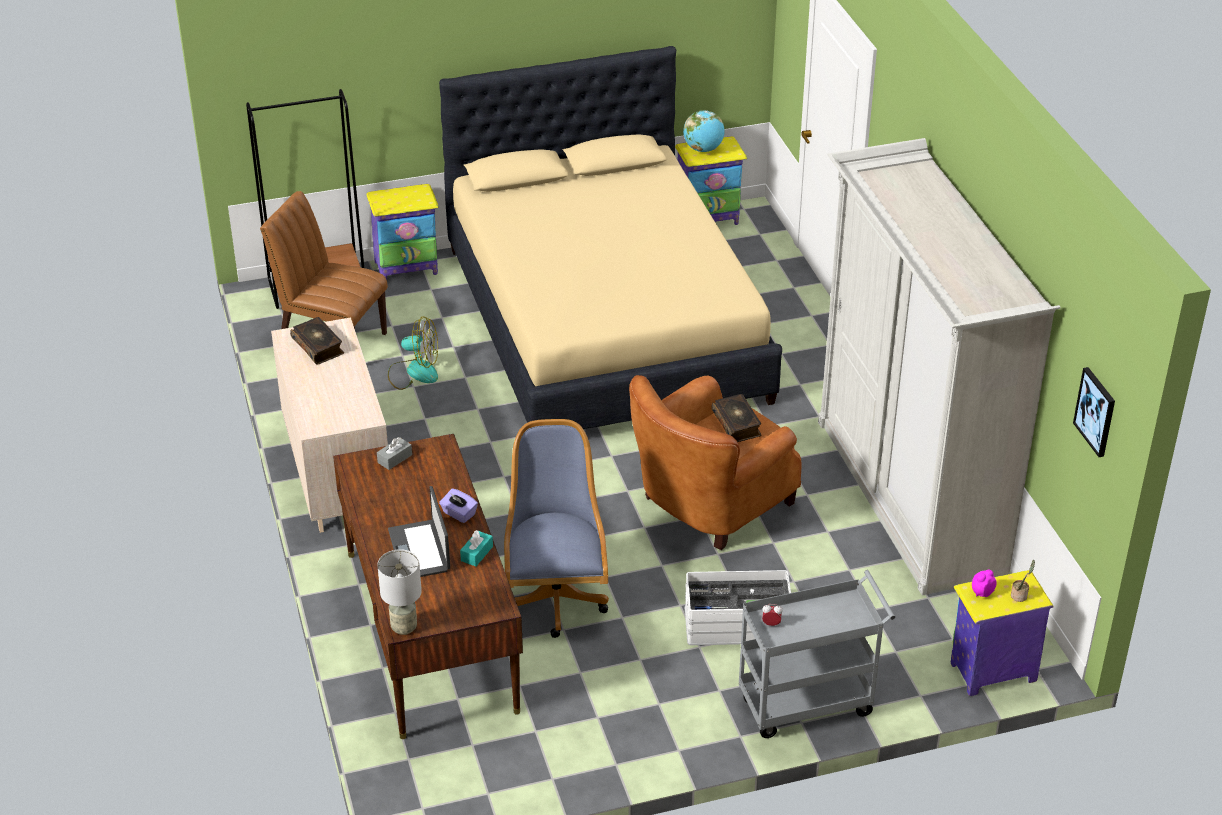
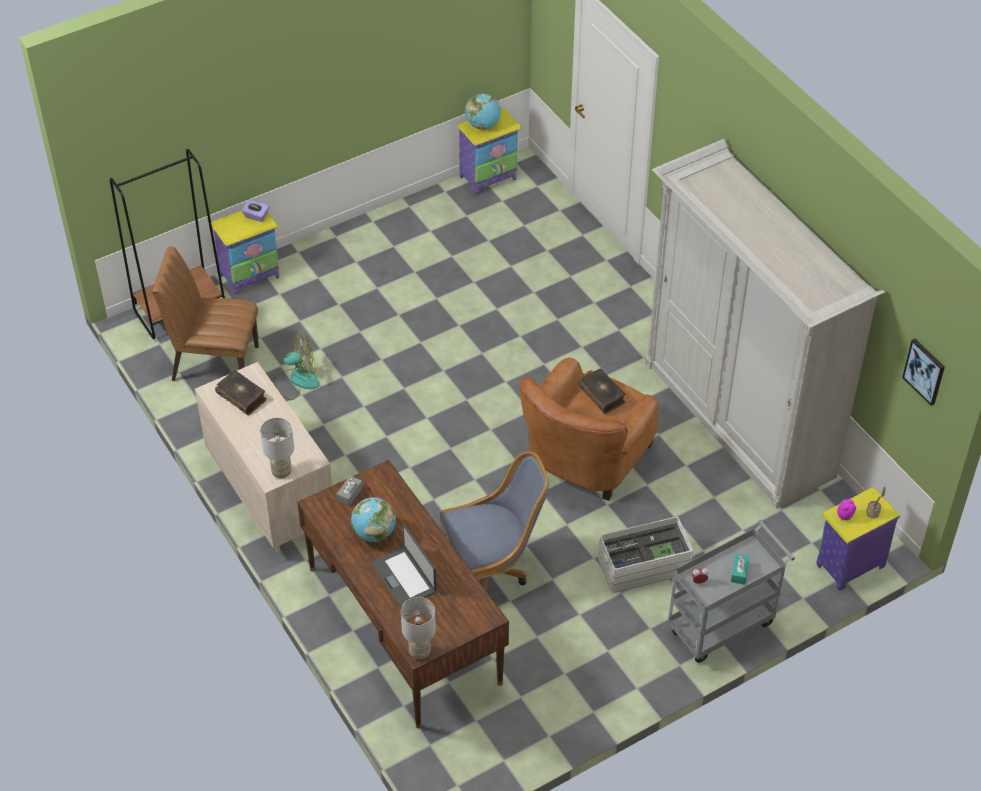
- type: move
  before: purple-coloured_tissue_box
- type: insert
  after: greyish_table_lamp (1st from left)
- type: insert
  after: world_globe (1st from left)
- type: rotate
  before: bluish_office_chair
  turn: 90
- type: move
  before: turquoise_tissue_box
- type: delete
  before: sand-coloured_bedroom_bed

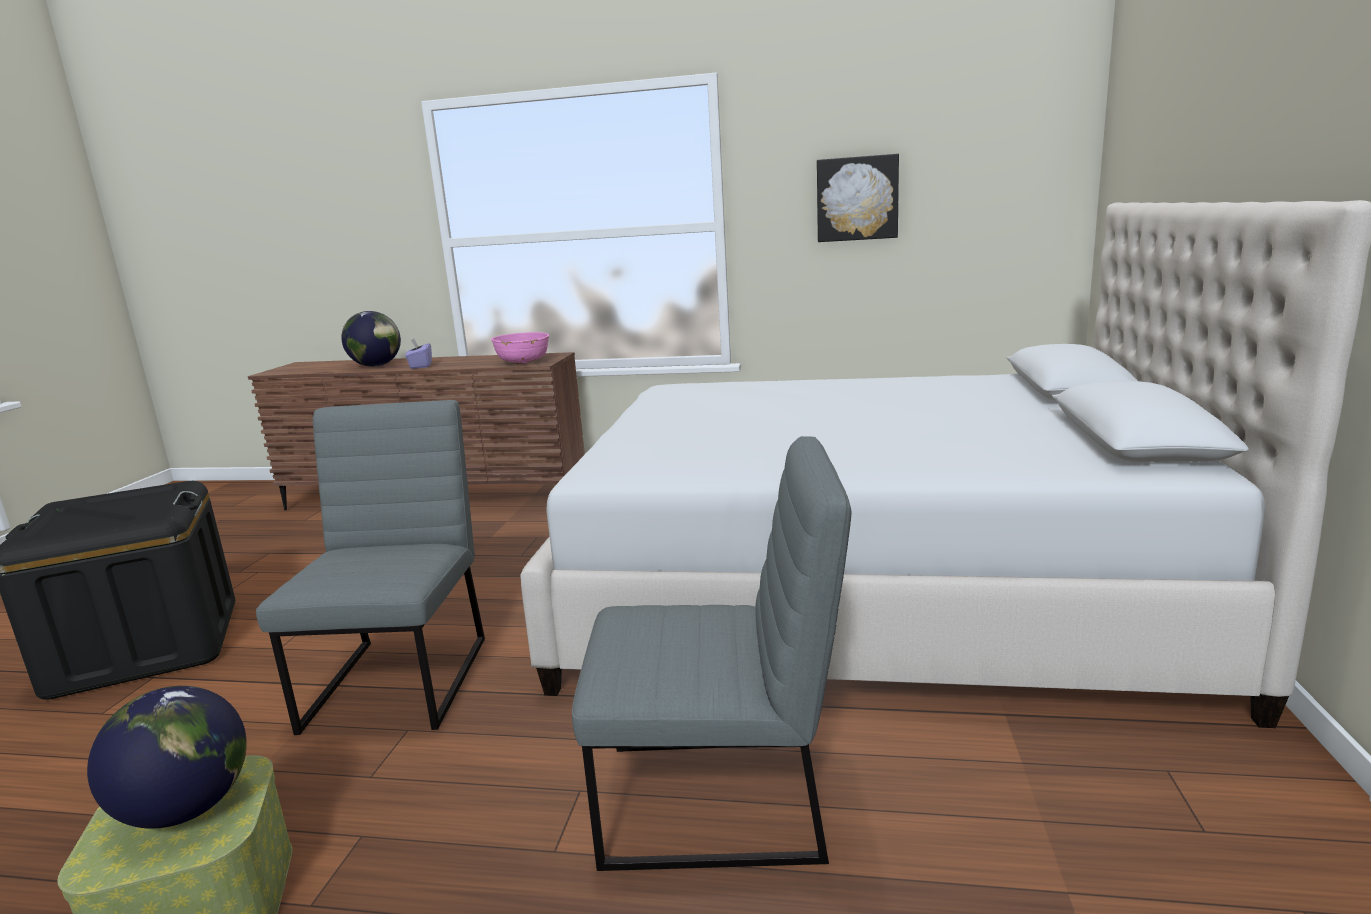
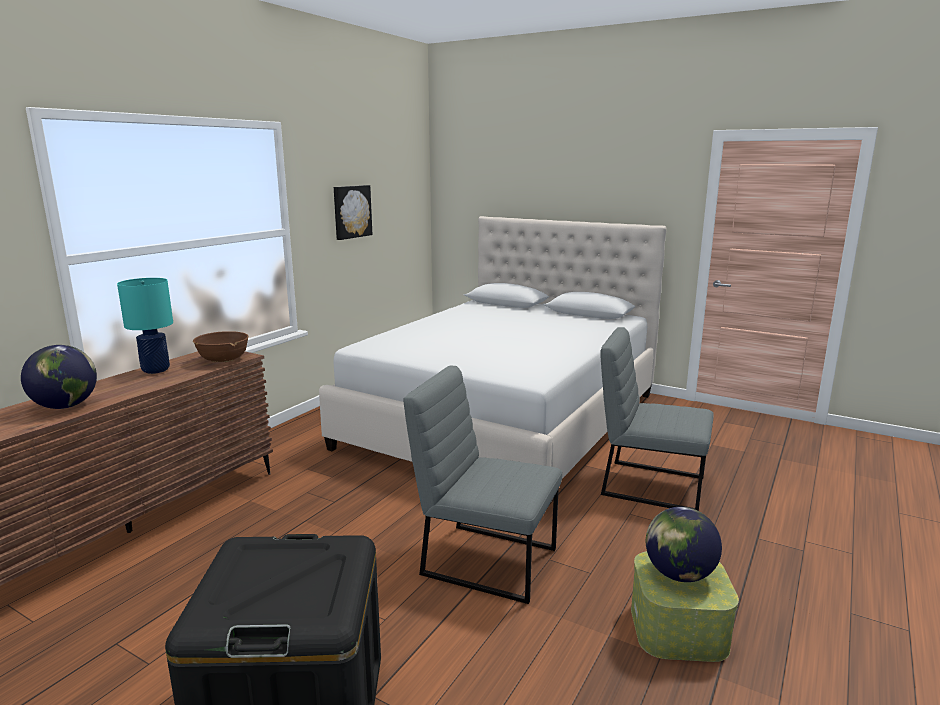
- type: insert
  after: turquoise_table_lamp
- type: recolor
  before: pink_bowl
  after: brownish_bowl
- type: rotate
  before: greyish_chair (2nd from left)
  turn: -90
- type: delete
  before: purple-coloured_tissue_box

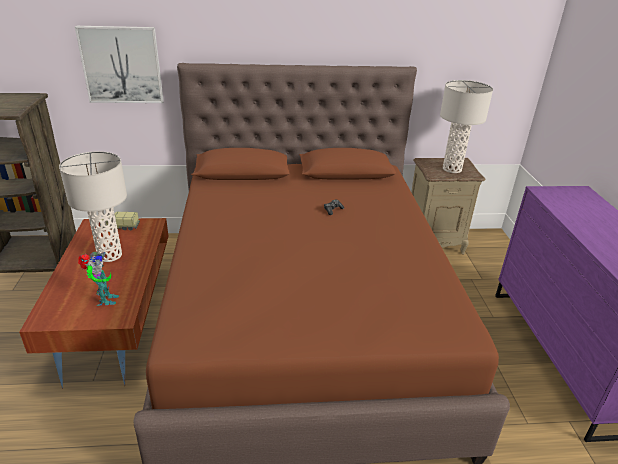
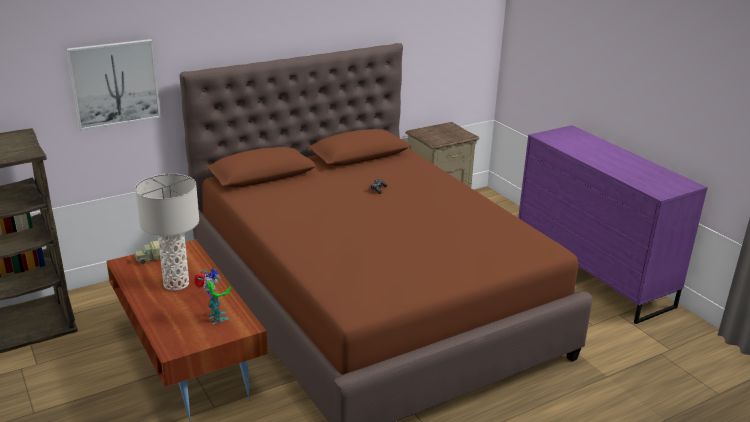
- type: delete
  before: white_table_lamp (2nd from left)

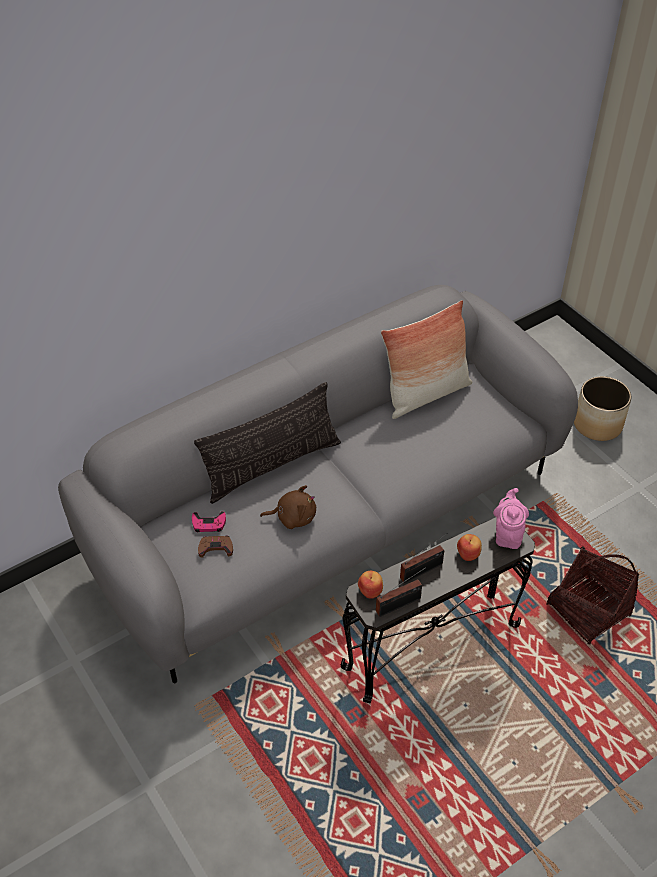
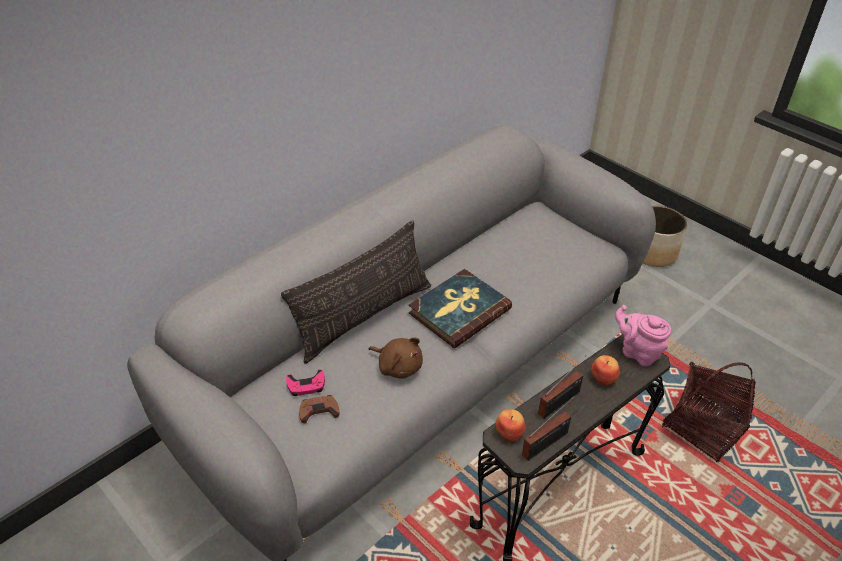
- type: rotate
  before: brownish_cuddly_toy
  turn: 45
- type: insert
  after: bound_book
- type: rotate
  before: pink_pot_for_tea
  turn: -45
- type: delete
  before: throw_pillow (2nd from left)

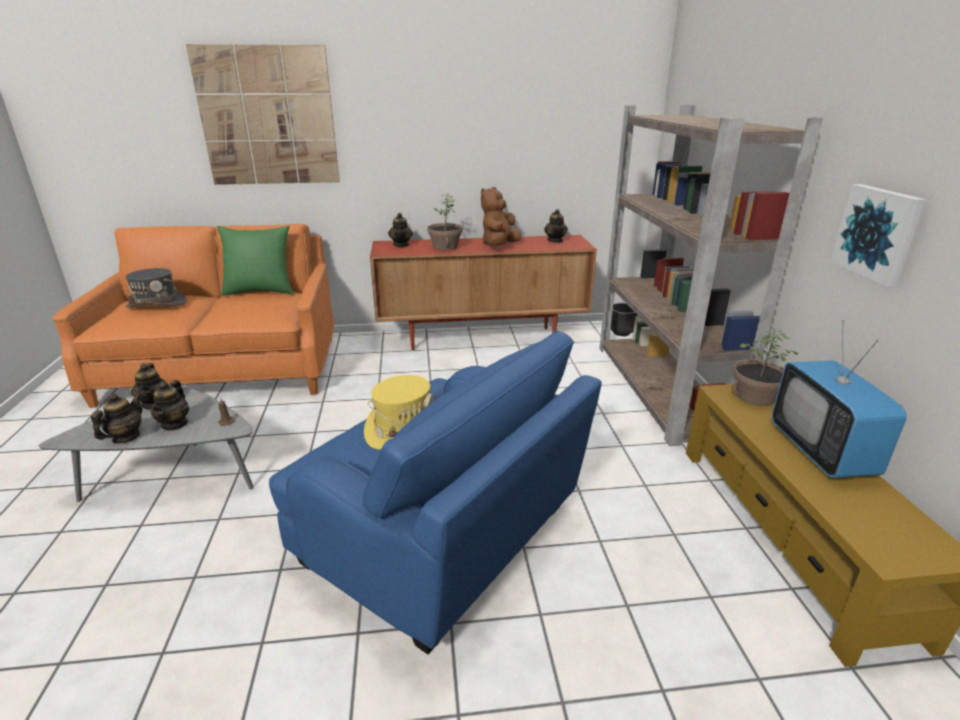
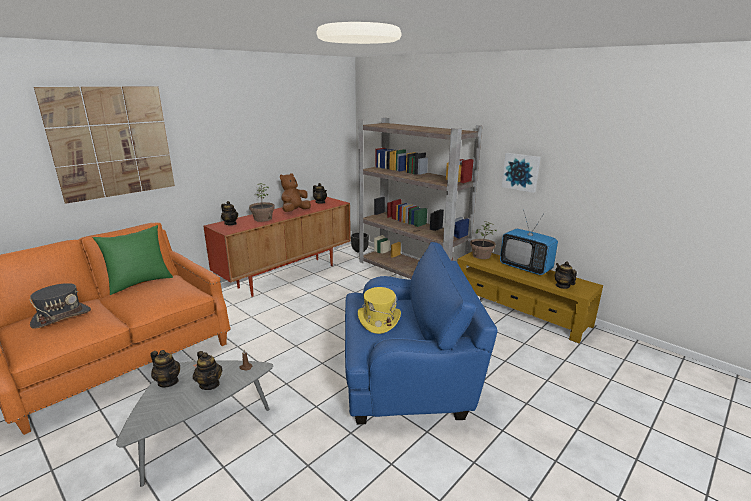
- type: rotate
  before: brownish_cuddly_toy
  turn: 45
- type: move
  before: pot_for_tea (1st from left in the first image)
  after: pot_for_tea (5th from left)

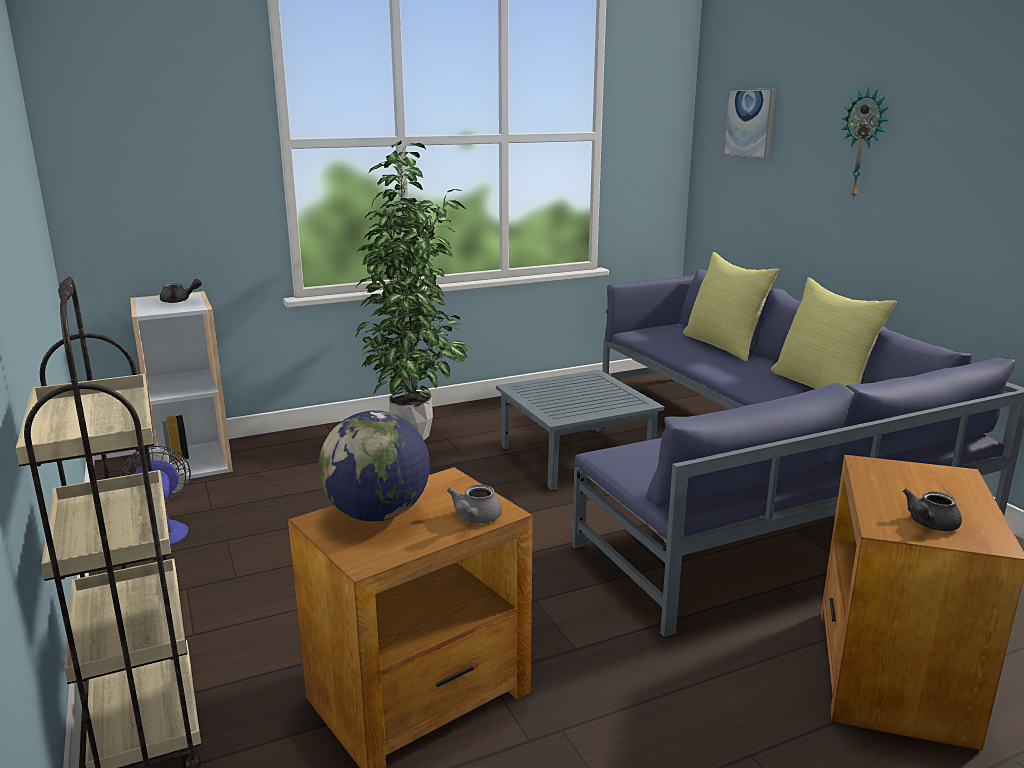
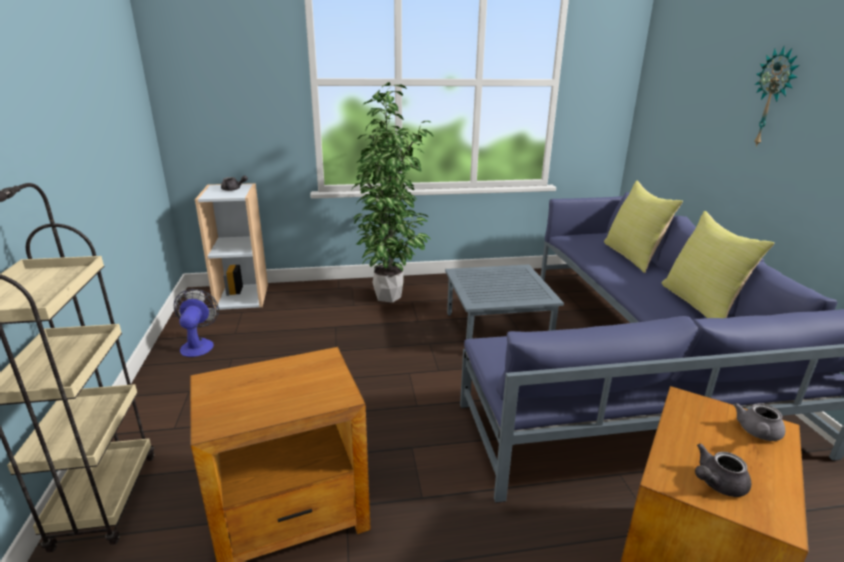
- type: move
  before: greyish_pot_for_tea (2nd from left in the first image)
  after: greyish_pot_for_tea (3rd from left)
- type: delete
  before: world_globe
- type: delete
  before: wall_art

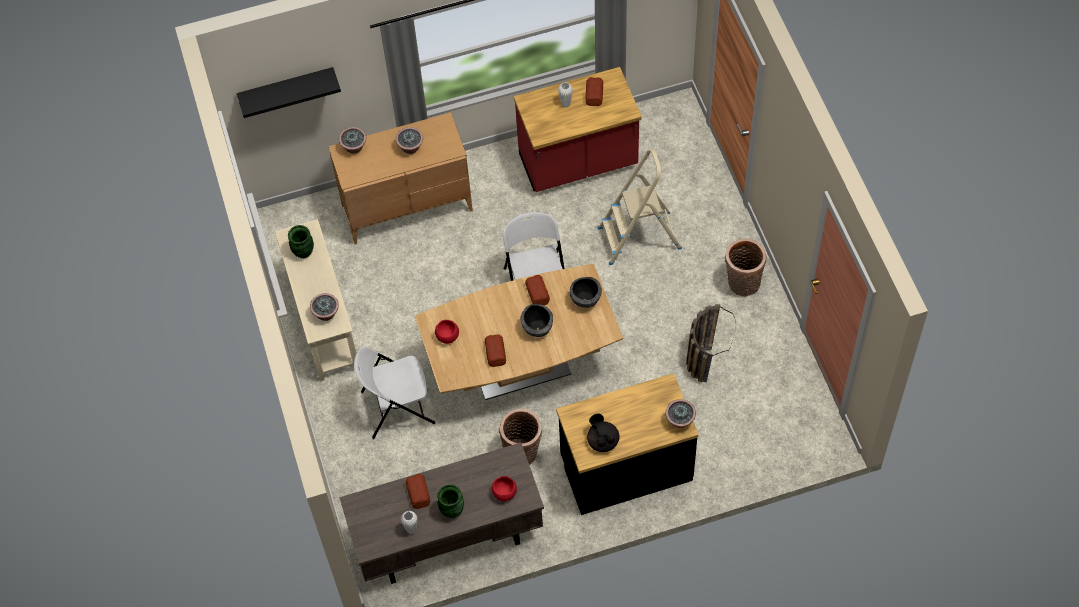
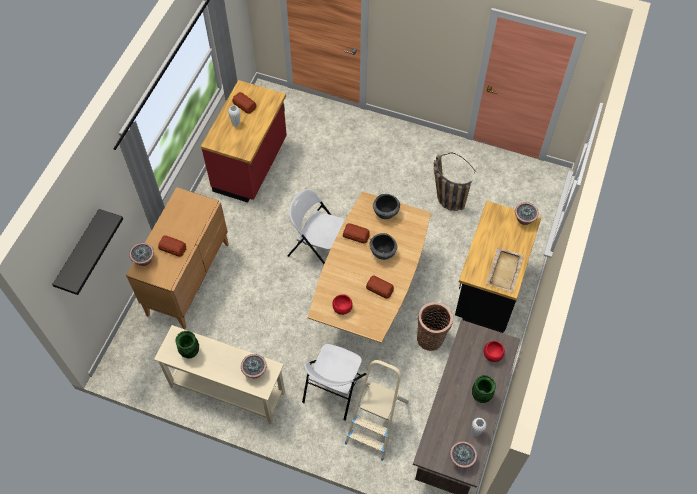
- type: move
  before: bakery_bread (1st from left)
- type: move
  before: sand-coloured_step_ladder
- type: move
  before: potted_plant (3rd from left)
- type: replace
  before: black-coloured_pot_for_tea
  after: sand-coloured_carrying_tray
- type: delete
  before: basket (3rd from left)

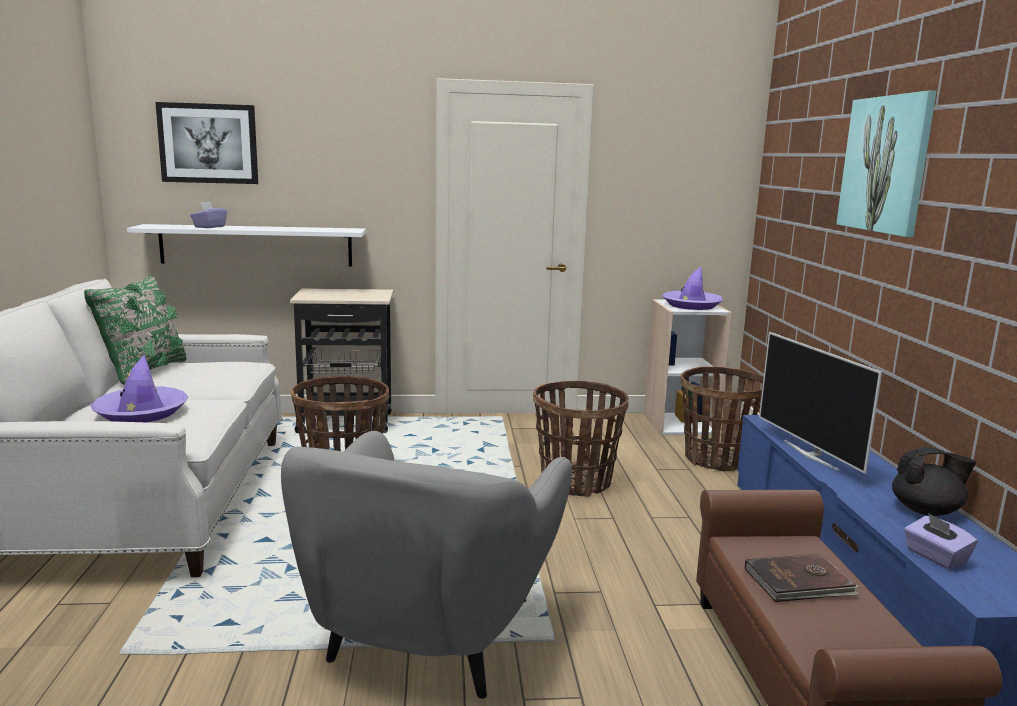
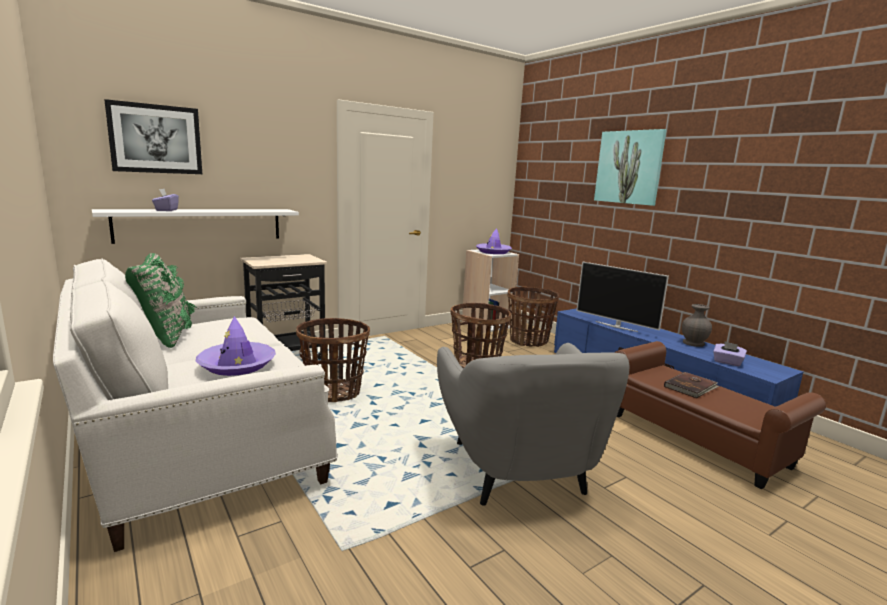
- type: replace
  before: black-coloured_pot_for_tea
  after: greyish_flower_vase

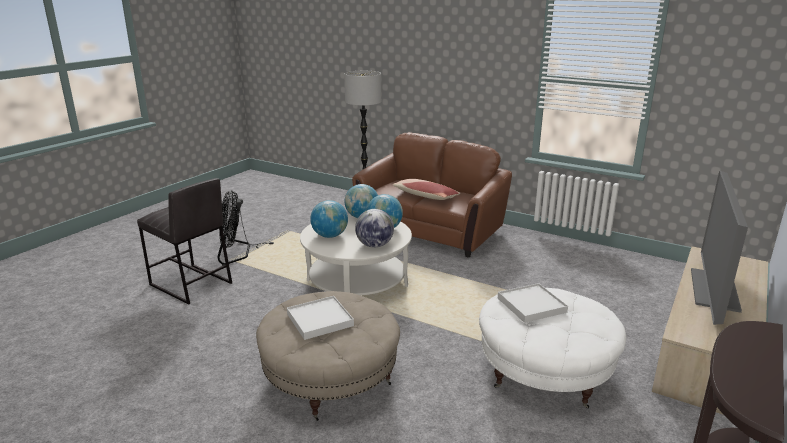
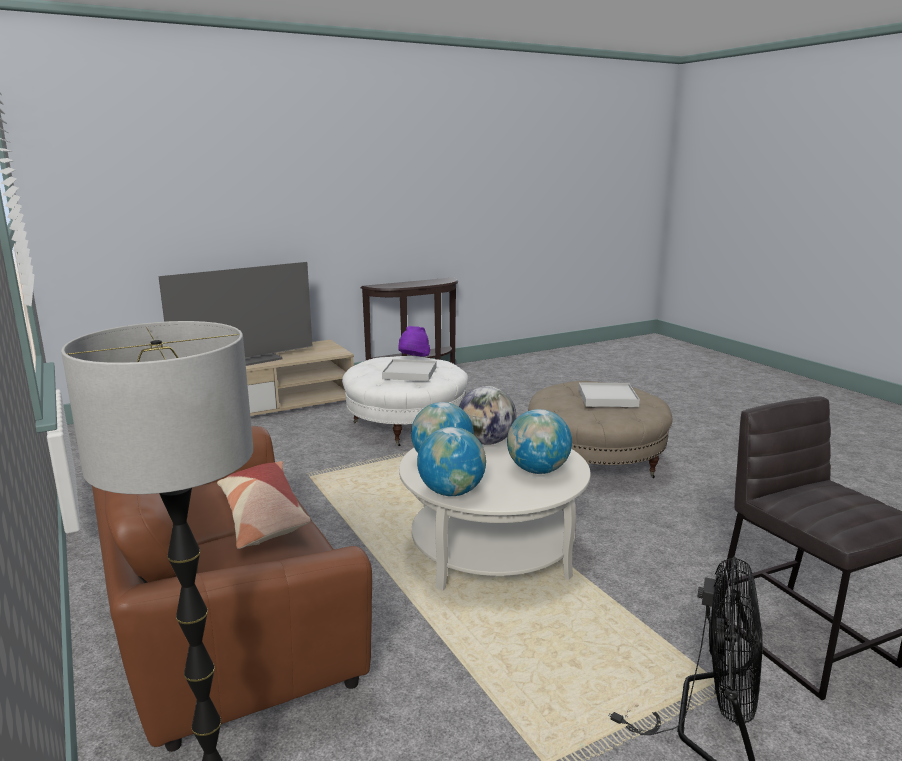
- type: insert
  after: purple-coloured_wearable_hat

